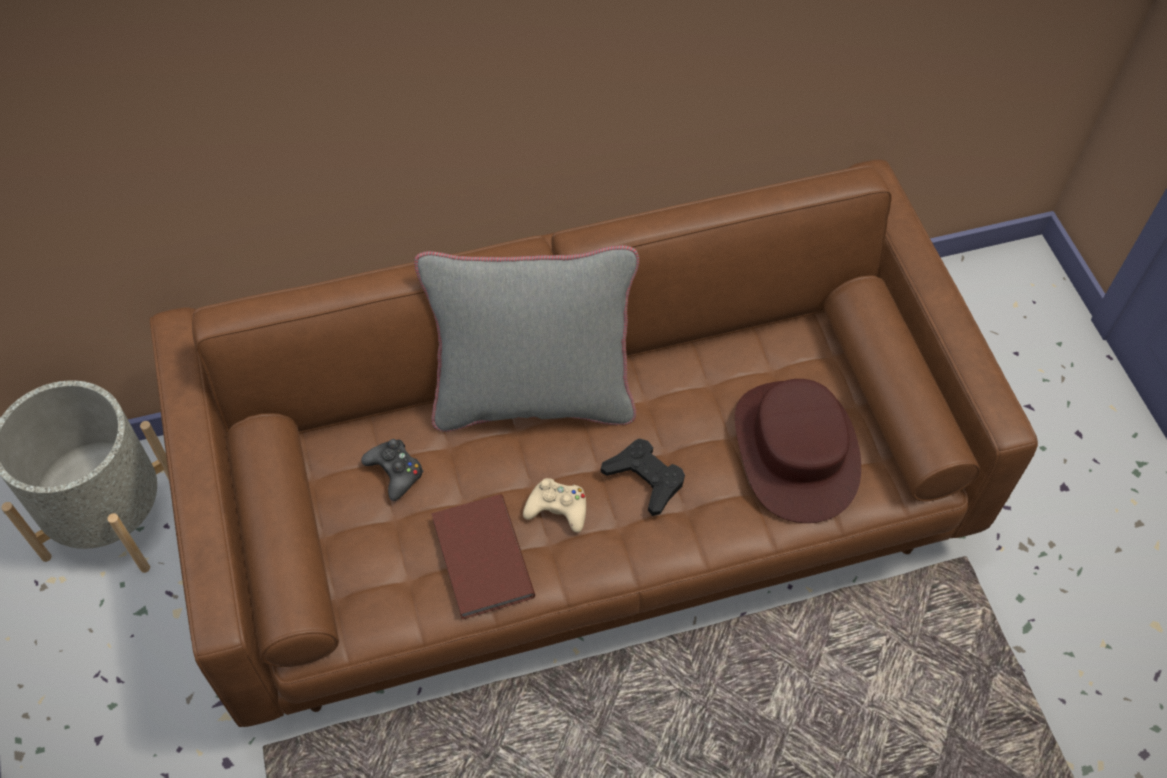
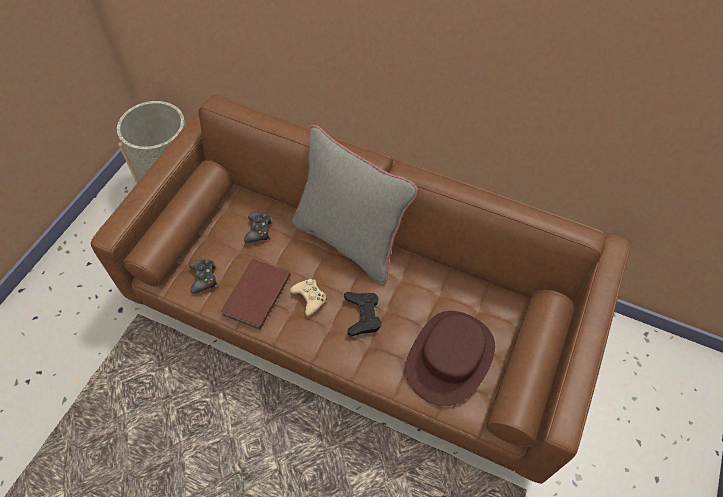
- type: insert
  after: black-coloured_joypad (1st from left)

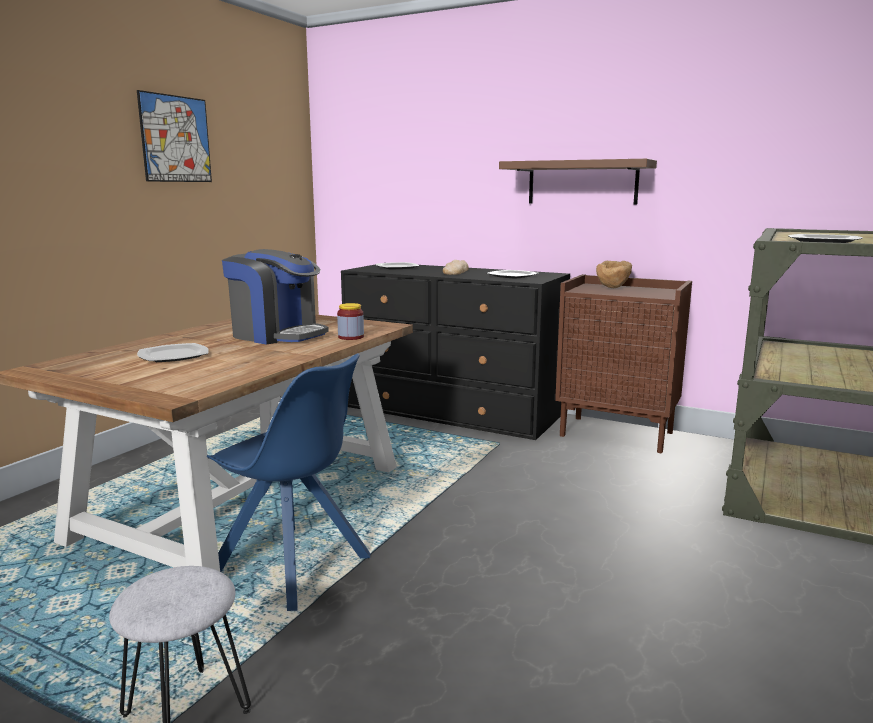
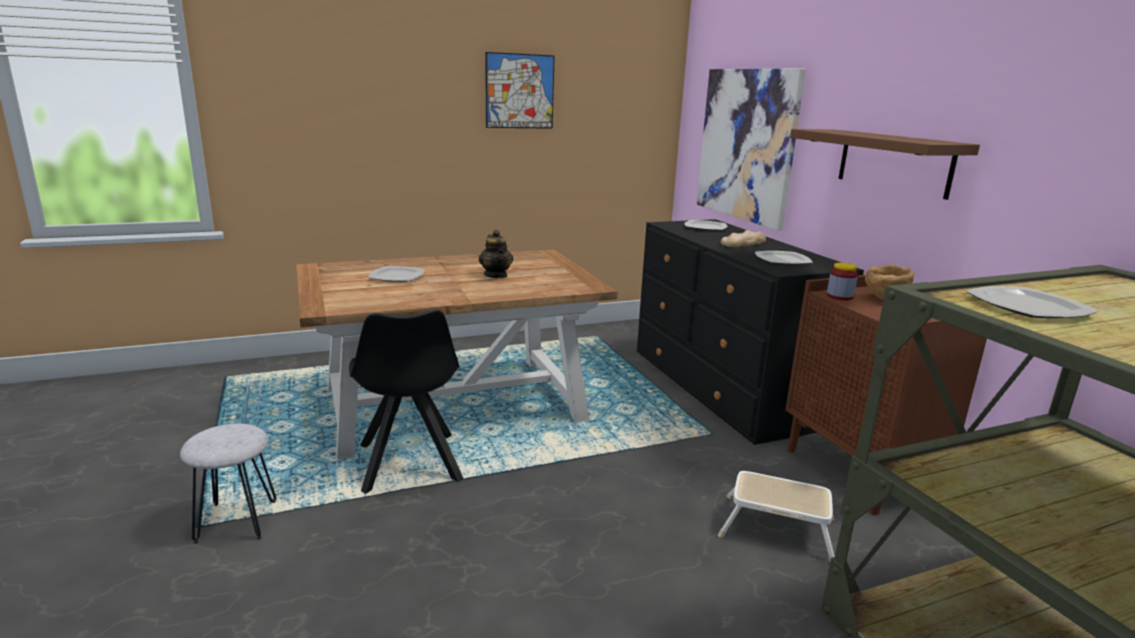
- type: recolor
  before: bluish_chair
  after: black-coloured_chair
- type: replace
  before: coffee_machine
  after: pot_for_tea
- type: insert
  after: wall_art (2nd from left)
- type: insert
  after: sand-coloured_step_ladder
- type: move
  before: jar

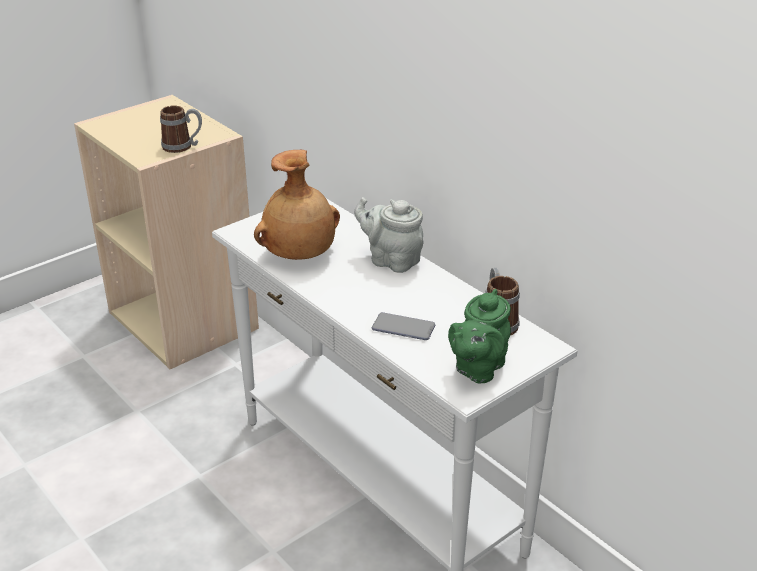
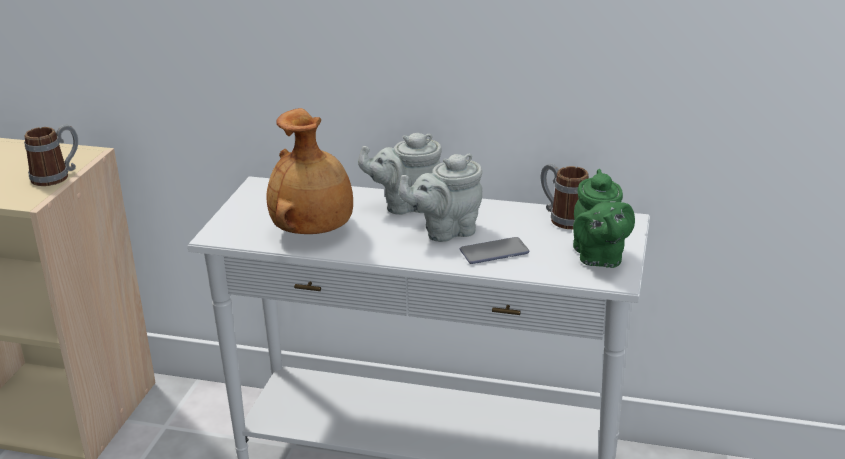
- type: insert
  after: greyish_pot_for_tea (2nd from left)

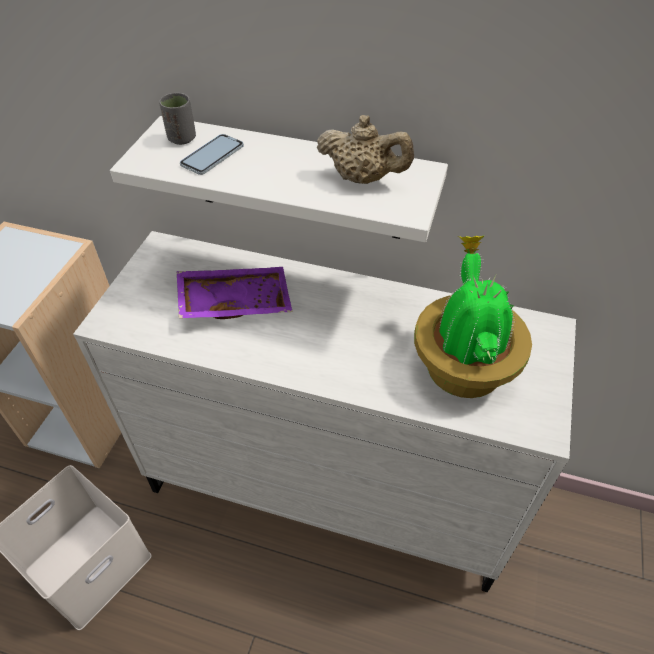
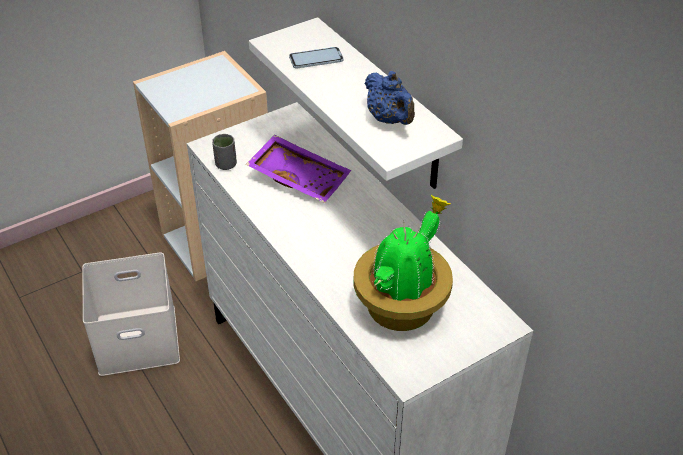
- type: move
  before: greyish_drinking_cup
- type: recolor
  before: sand-coloured_pot_for_tea
  after: bluish_pot_for_tea

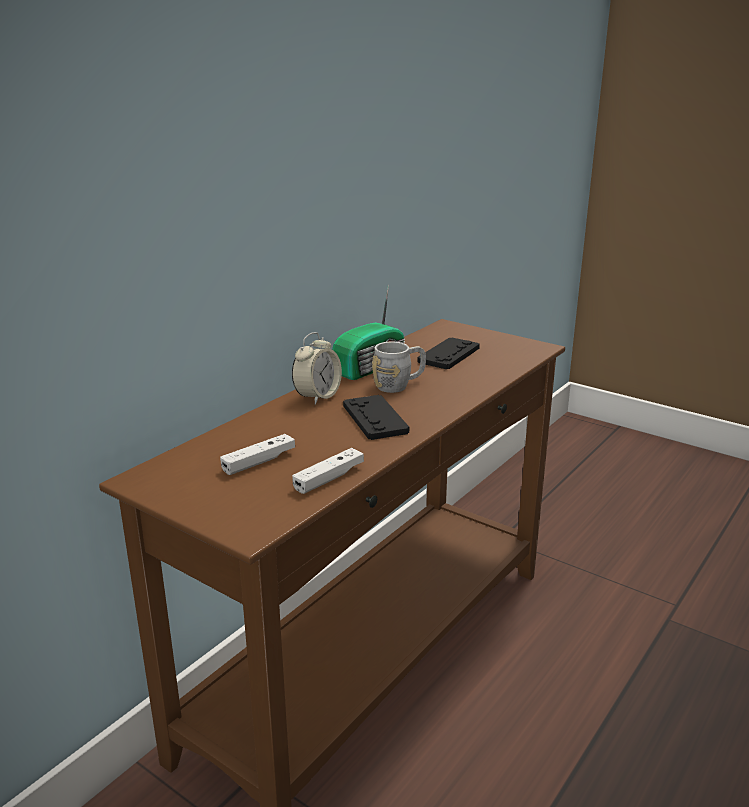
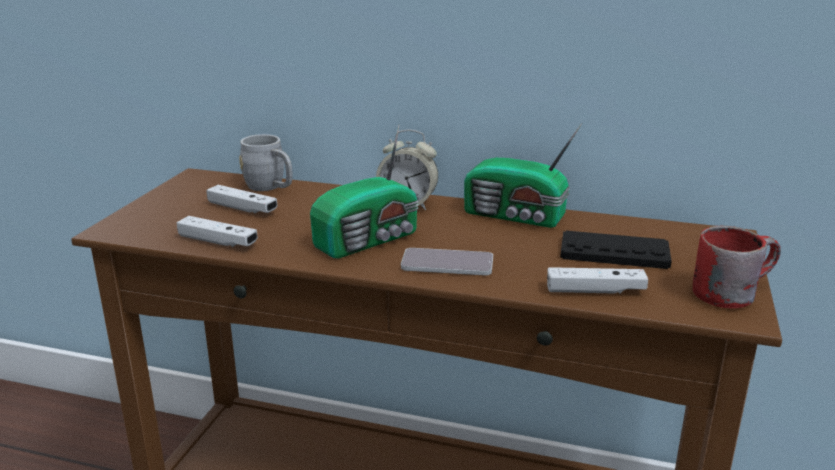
- type: move
  before: greyish_coffee_mug
- type: replace
  before: black-coloured_joypad (1st from left)
  after: radio_receiver (1st from left)
- type: insert
  after: telephone
- type: insert
  after: white_joypad (3rd from left)
- type: insert
  after: red_coffee_mug

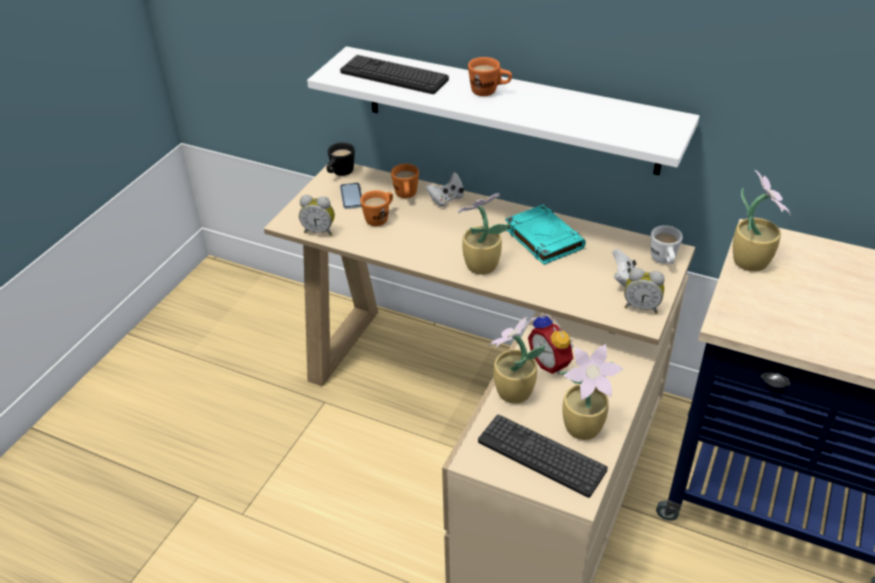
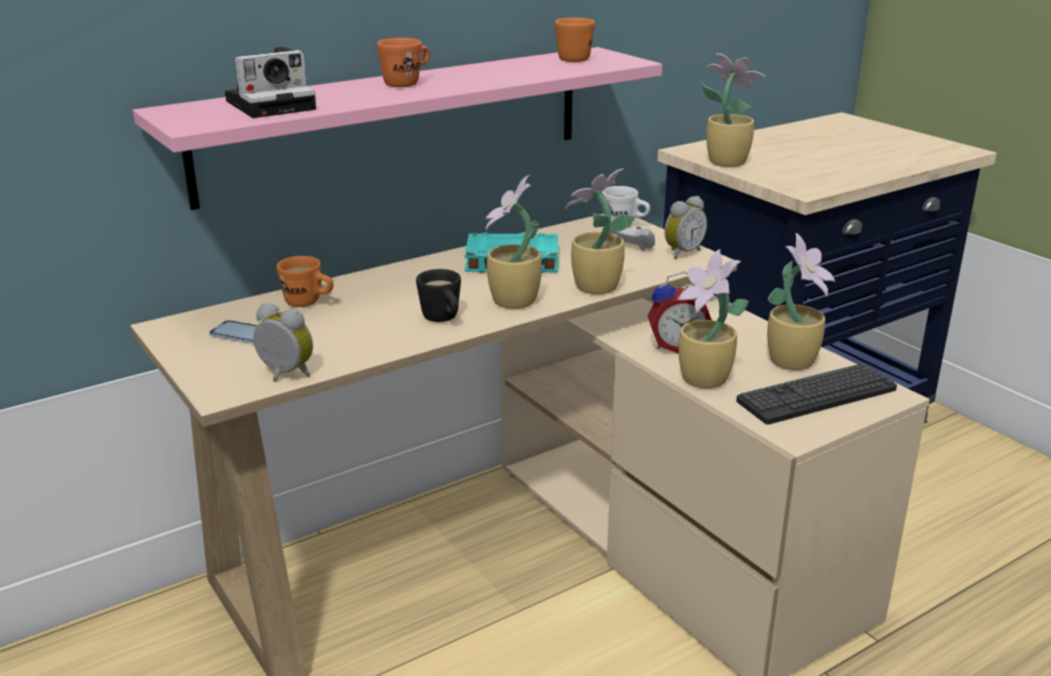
- type: recolor
  before: white_shelf
  after: pink_shelf
- type: replace
  before: PC_keyboard (1st from left)
  after: still_camera
- type: rotate
  before: bedside_clock (1st from left)
  turn: -105
- type: move
  before: black-coloured_coffee_mug
- type: move
  before: orangey_coffee_mug (1st from left in the first image)
  after: orangey_coffee_mug (3rd from left)
- type: insert
  after: potted_plant (2nd from left)
- type: delete
  before: white_joypad (1st from left)

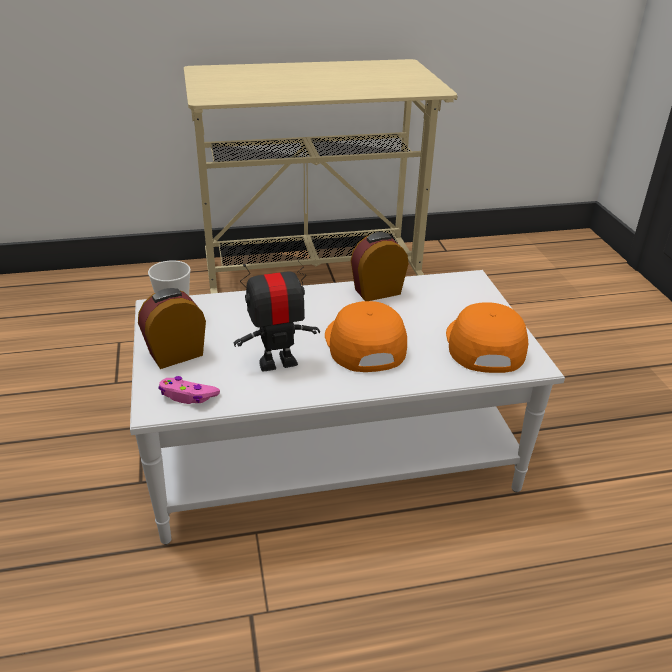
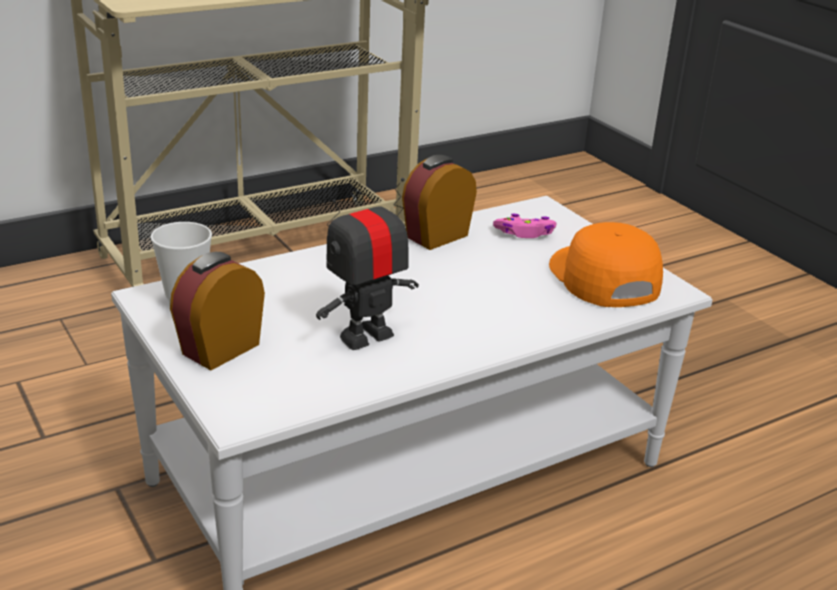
- type: move
  before: pink_joypad
- type: delete
  before: orangey_cap (1st from left)

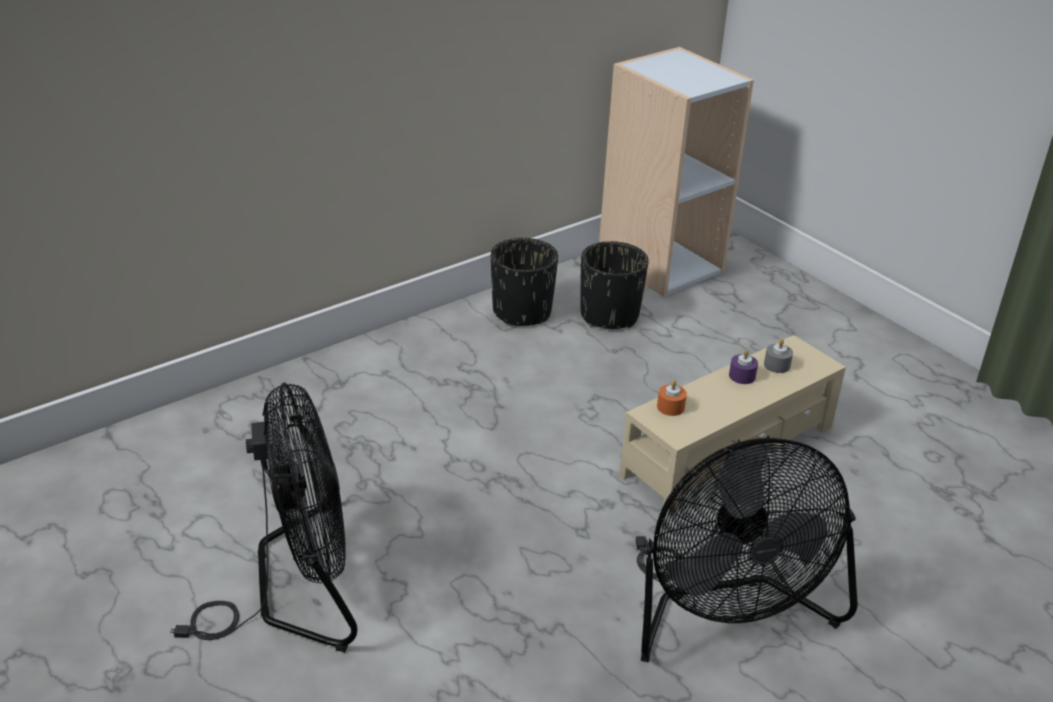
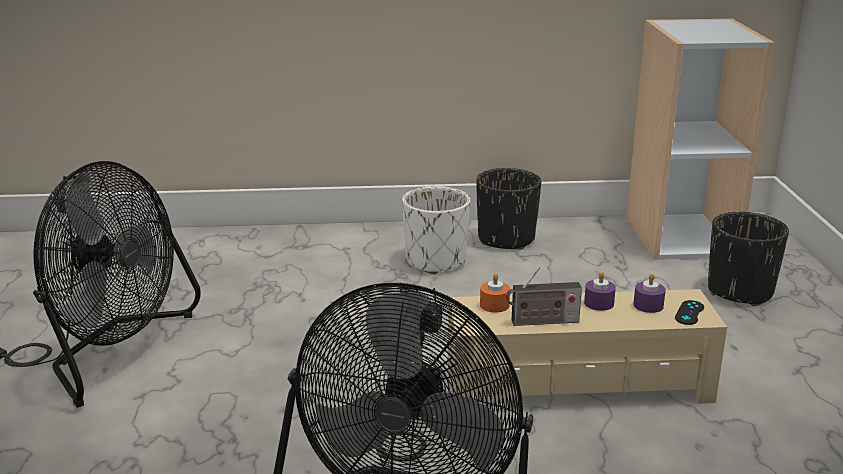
- type: insert
  after: white_planter
- type: insert
  after: radio_receiver
- type: recolor
  before: greyish_wax_candle
  after: purple-coloured_wax_candle (2nd from left)
- type: insert
  after: black-coloured_joypad
- type: move
  before: black-coloured_planter (2nd from left)

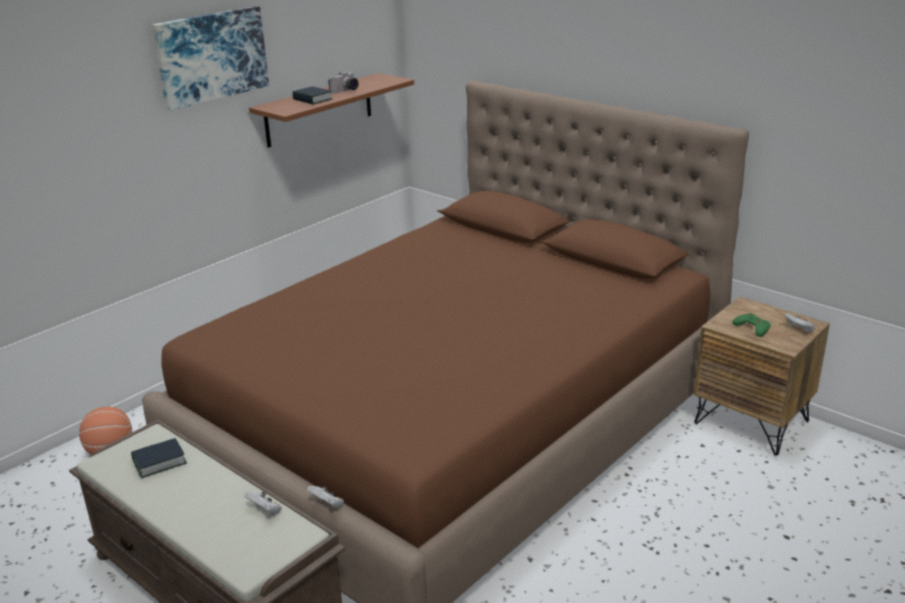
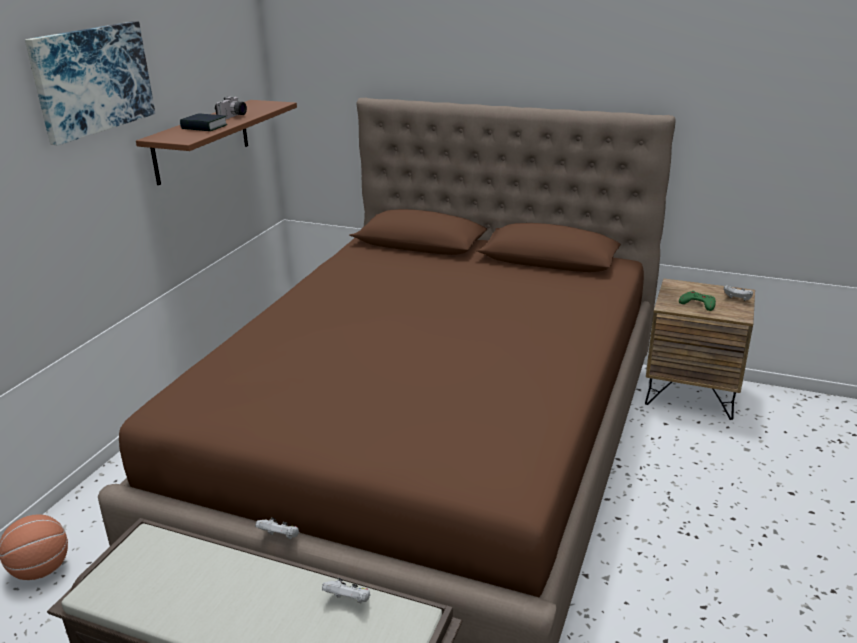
- type: move
  before: white_joypad (2nd from left in the first image)
  after: white_joypad (1st from left)
- type: delete
  before: bound_book (1st from left)

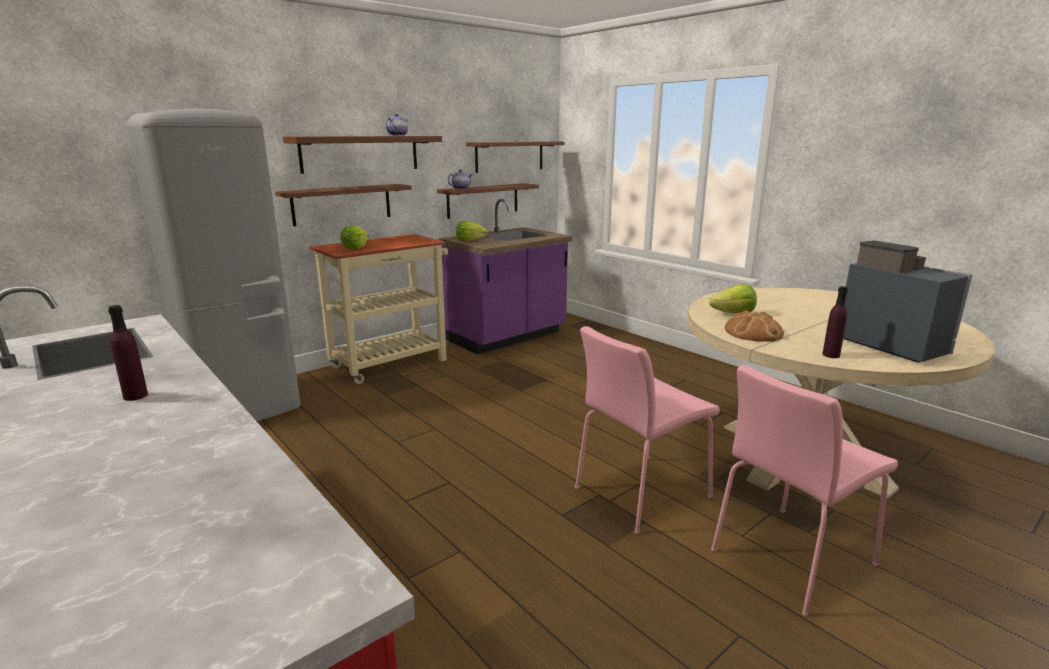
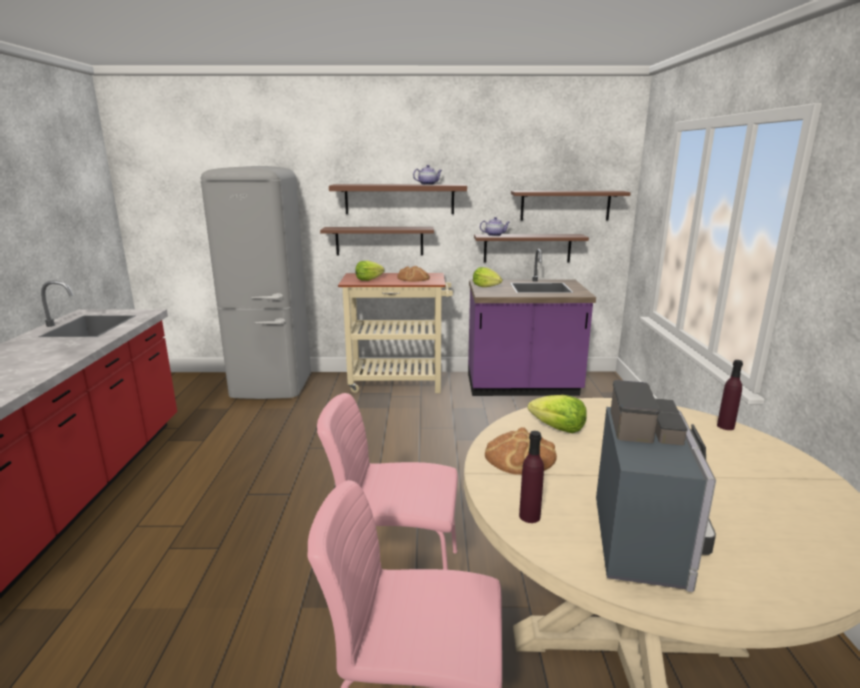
- type: insert
  after: bakery_bread (1st from left)
- type: move
  before: purple-coloured_bottle (1st from left in the first image)
  after: purple-coloured_bottle (2nd from left)

